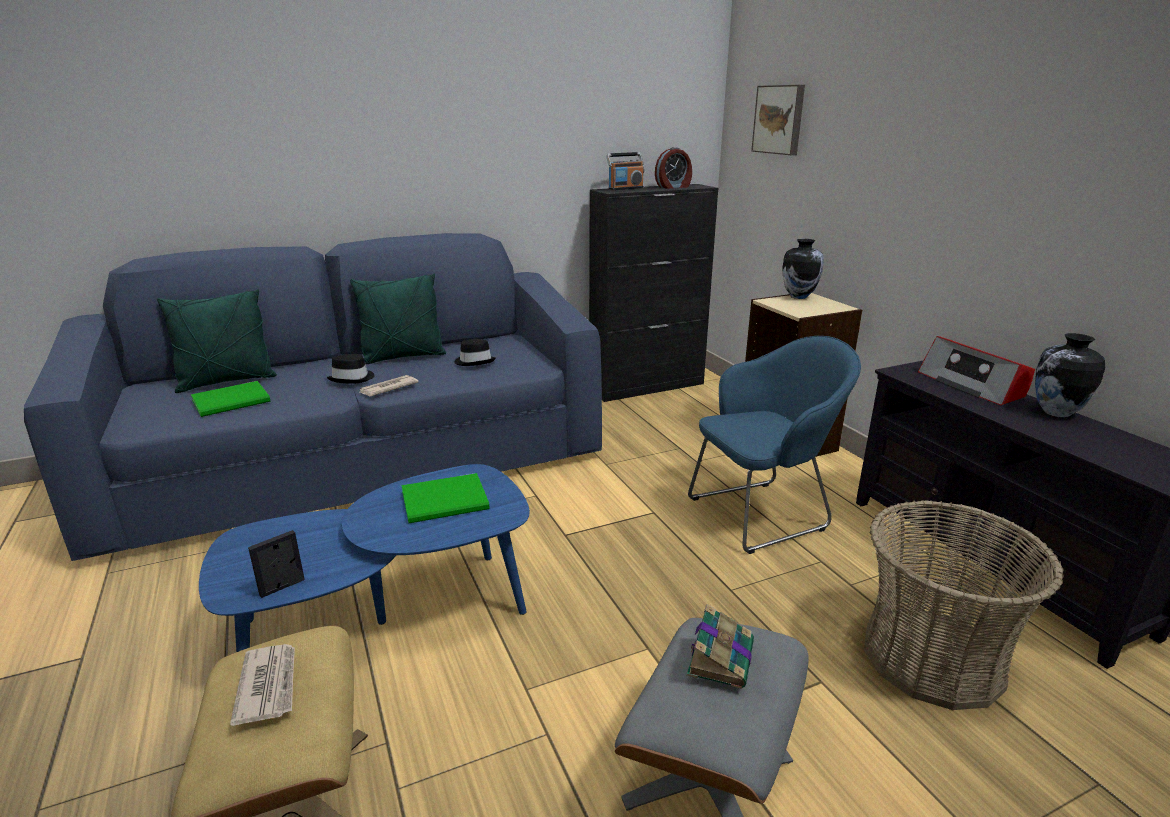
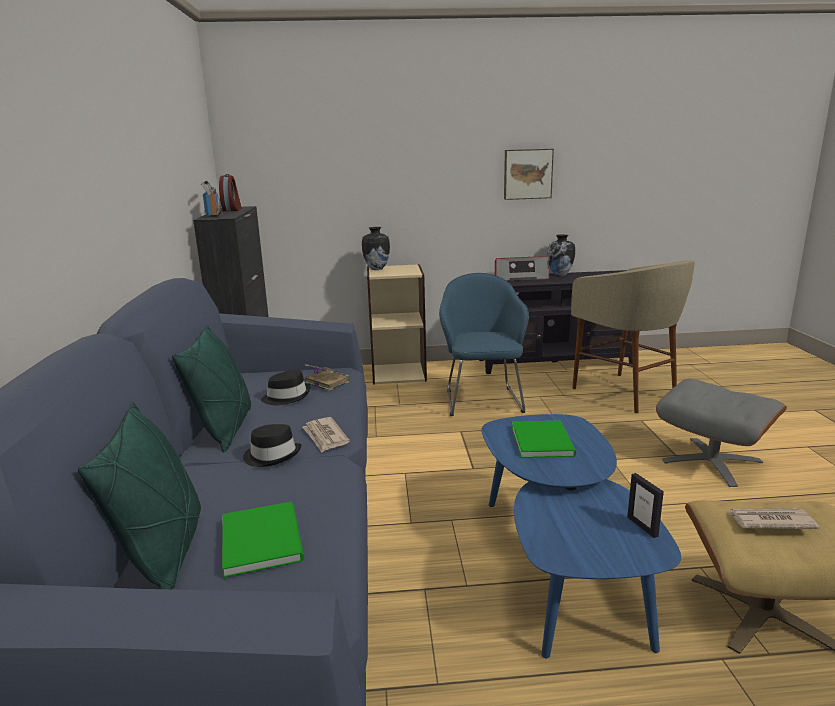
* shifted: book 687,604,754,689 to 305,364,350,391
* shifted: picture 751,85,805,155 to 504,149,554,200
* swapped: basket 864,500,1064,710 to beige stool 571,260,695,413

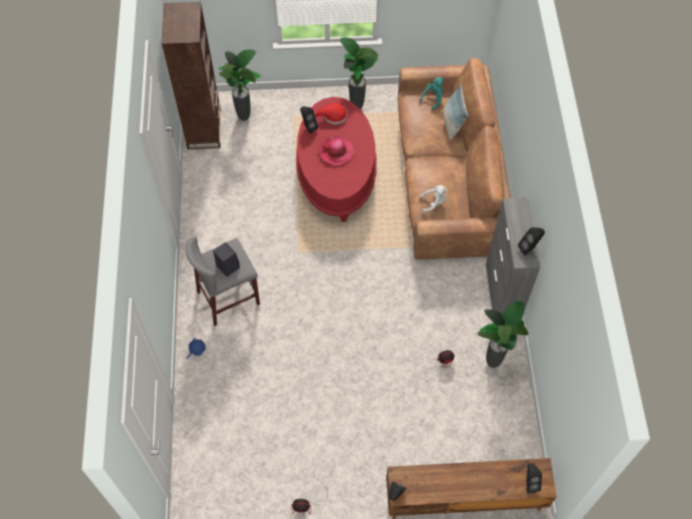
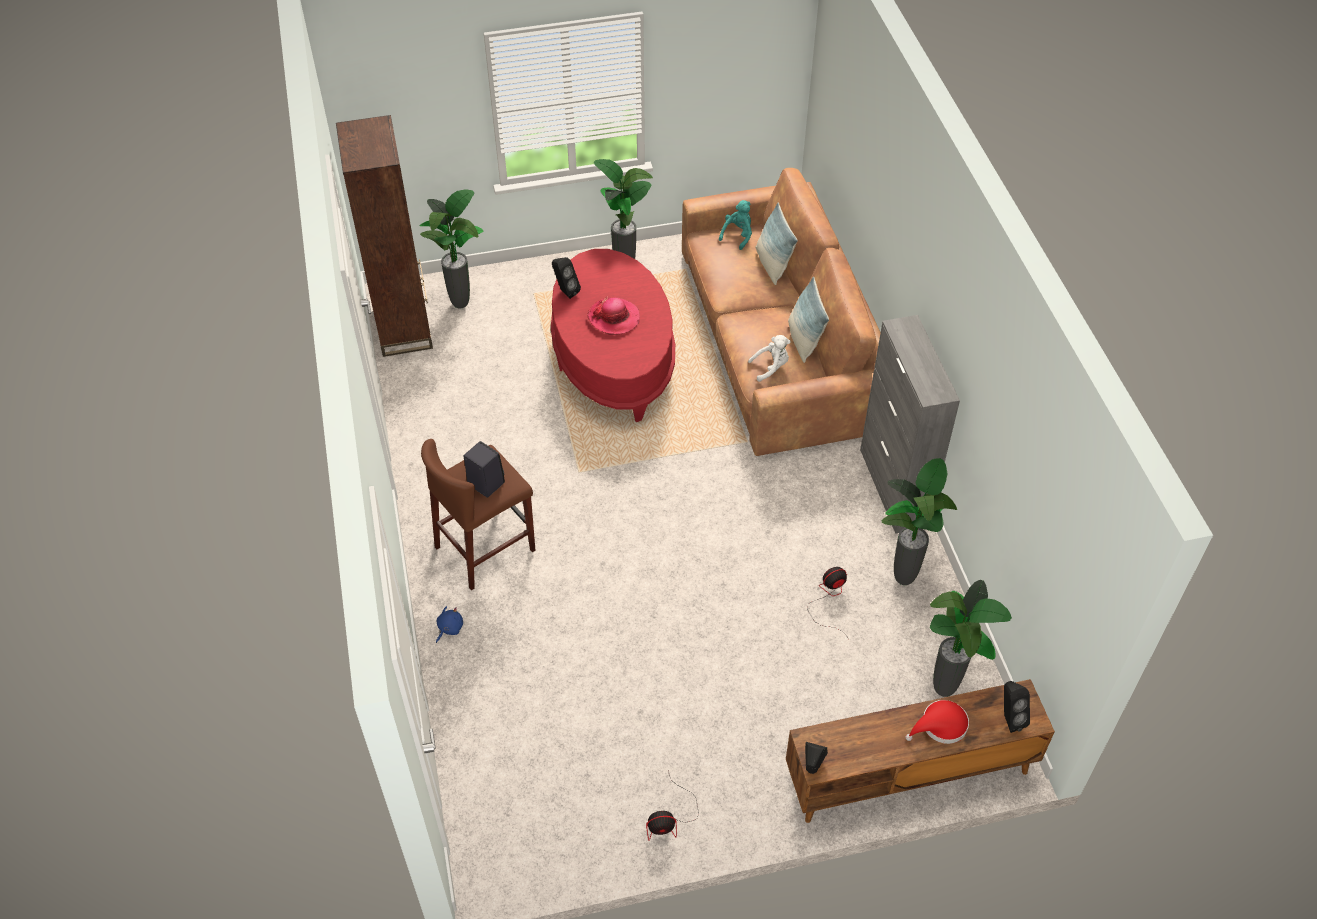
* repainted: grey stool 186,236,260,326 to brown stool 421,439,535,590
* new: pillow 788,277,829,363
* shifted: red hat 315,103,347,125 to 906,700,969,744
* new: potted plant 930,580,1012,697
* gone: black speaker 518,227,545,255

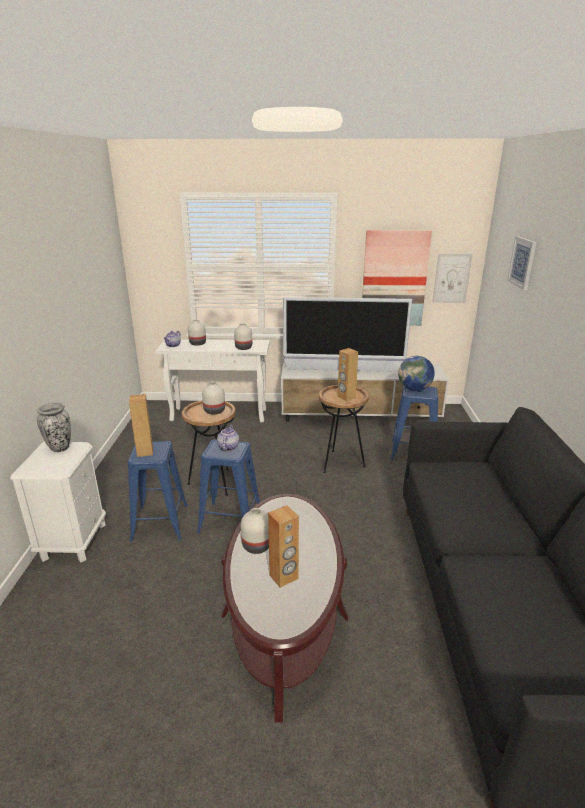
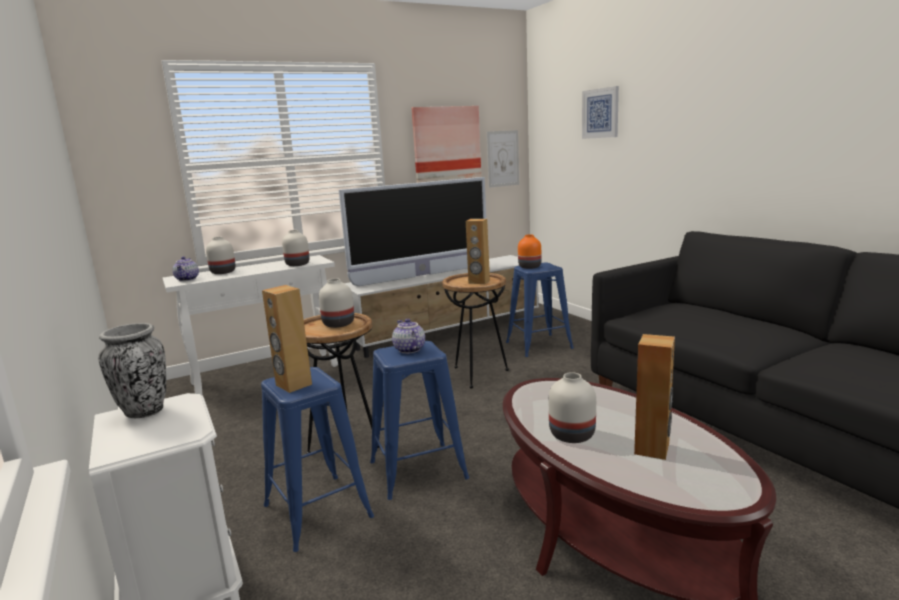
* swapped: globe 398,356,435,391 to orange vase 518,234,541,269

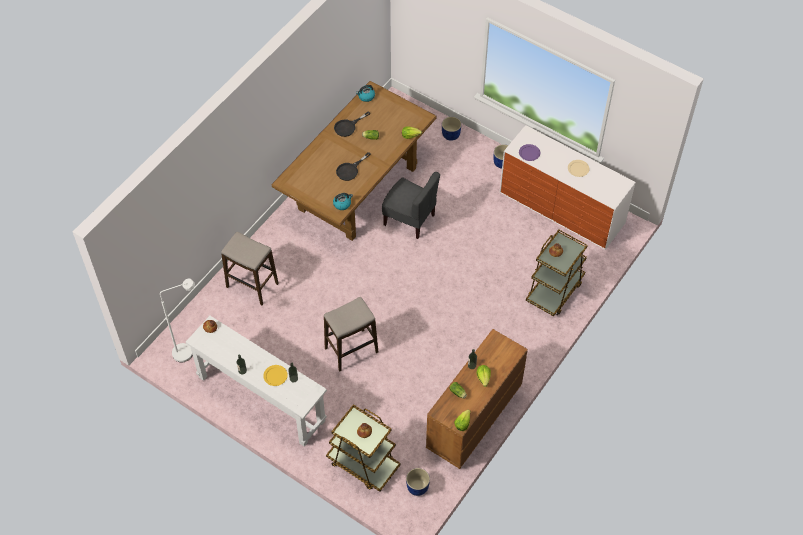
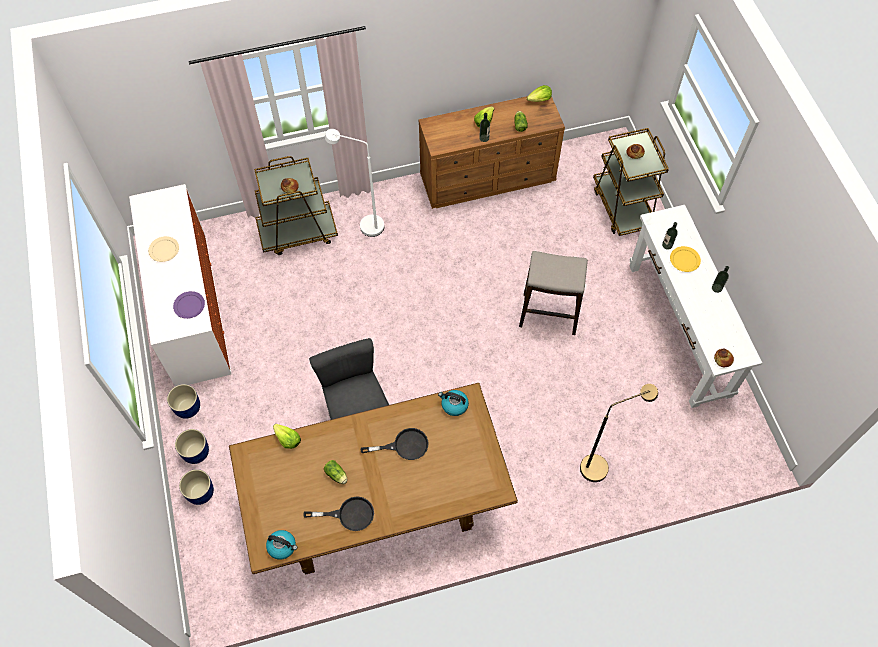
* shifted: blue planter 406,468,430,496 to 175,429,209,464
* shifted: white floor lamp 160,279,195,362 to 325,129,384,237
* swapped: stool 221,232,279,305 to brown floor lamp 580,384,658,482

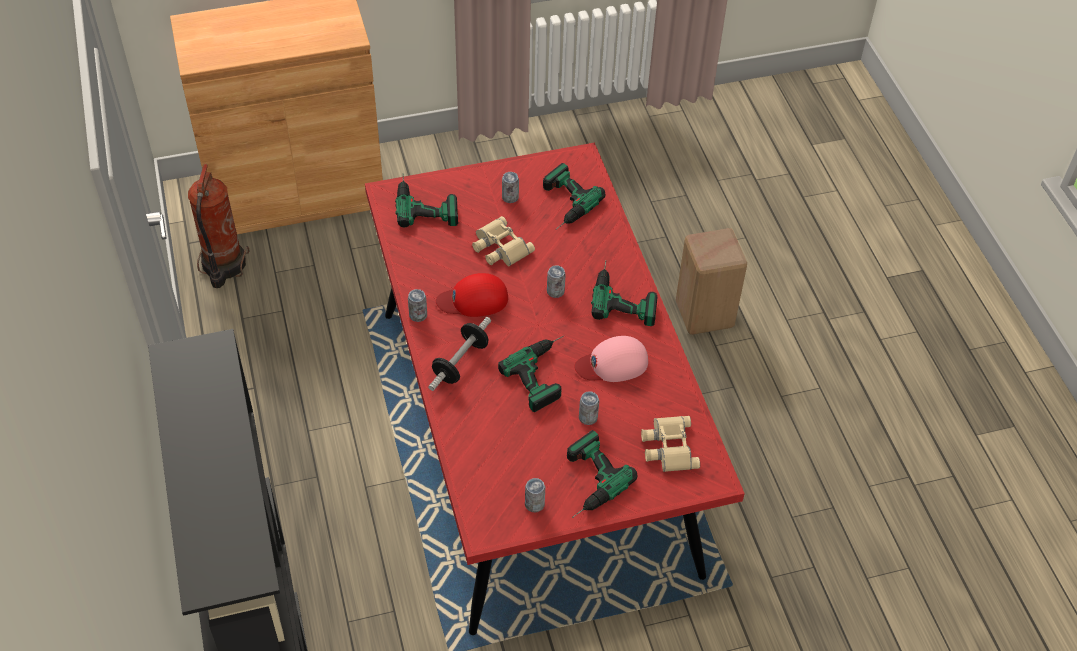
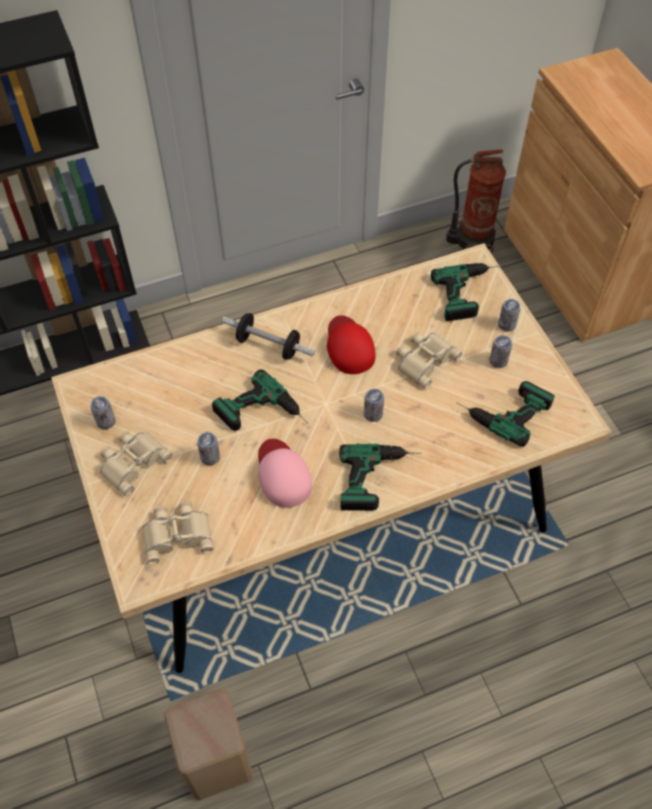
* repainted: red dining table 365,142,745,635 to beige dining table 51,243,612,673
* swapped: power drill 567,430,637,518 to beige binoculars 100,431,172,496
* shifted: beige stool 676,228,747,335 to 164,689,253,800
* shifted: can 408,289,427,322 to 498,299,520,331

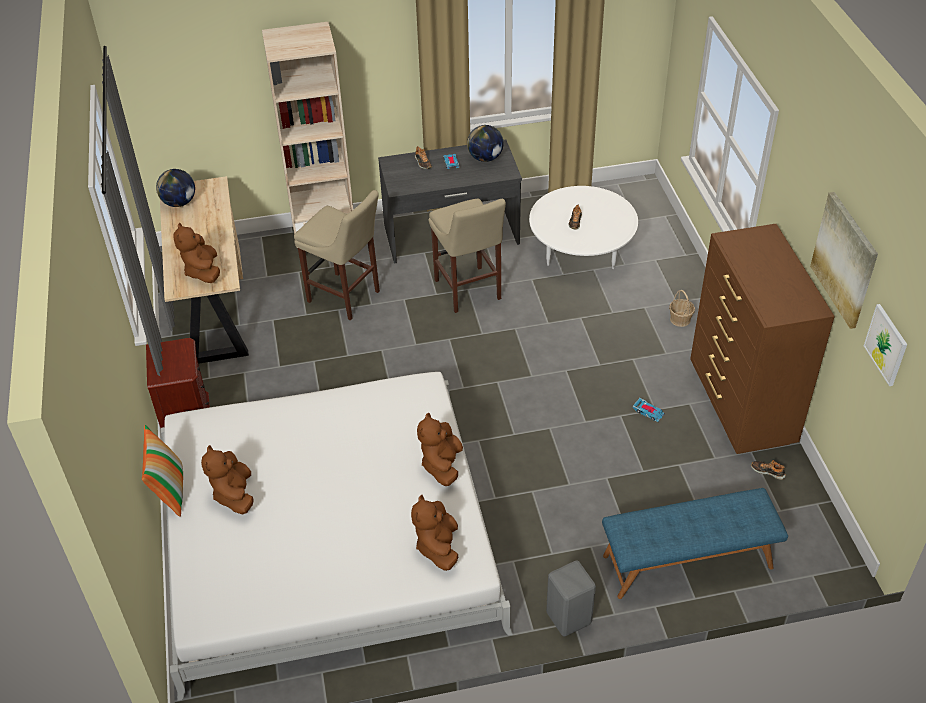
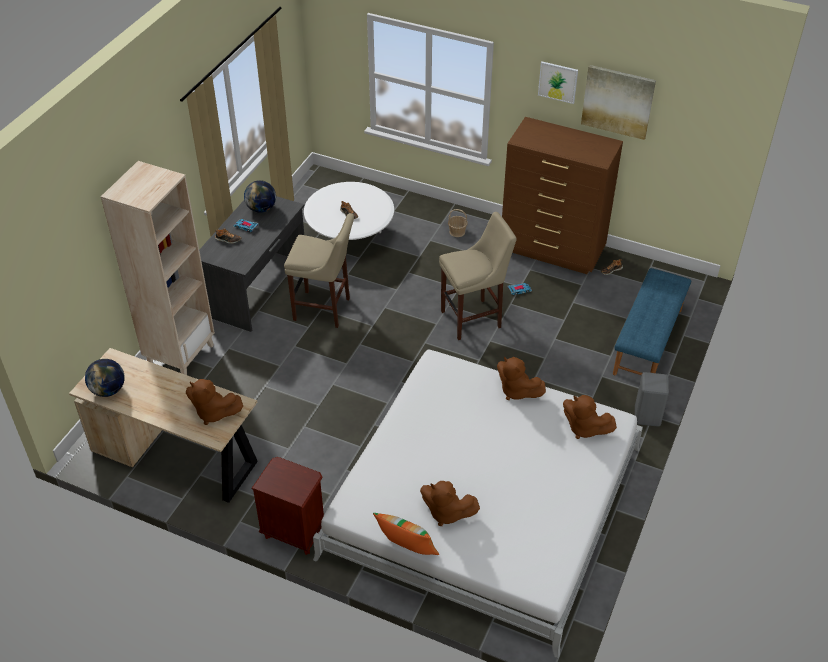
* shifted: beige stool 294,190,380,321 to 439,212,517,340
* shifted: picture 864,304,907,386 to 538,61,578,104

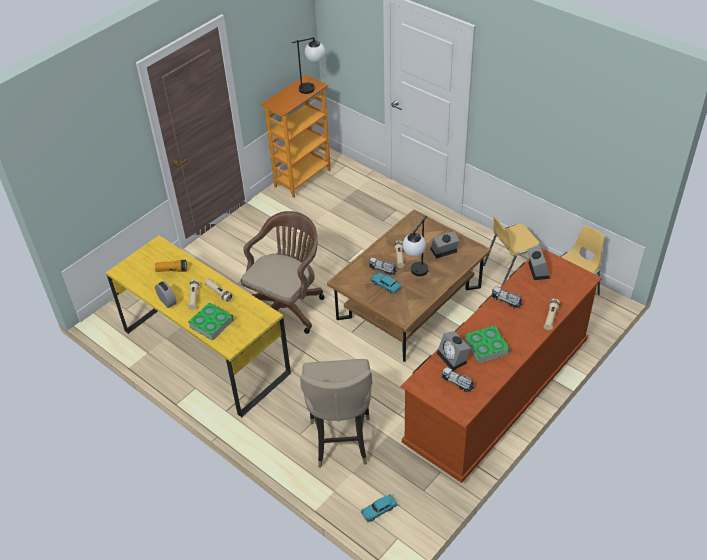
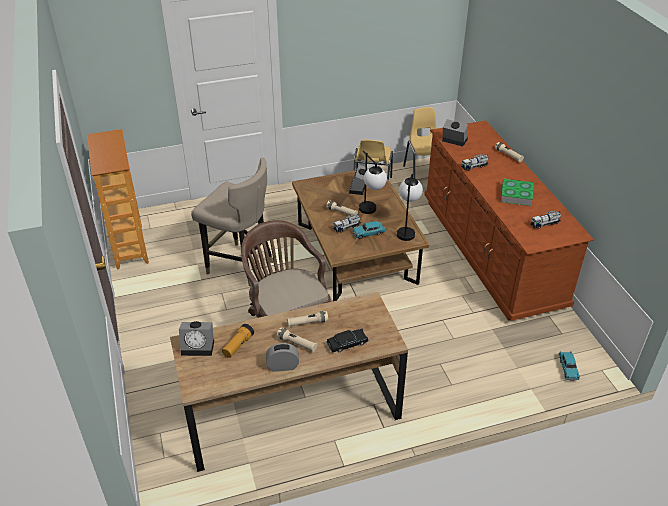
* repainted: yellow desk 106,235,291,417 to brown desk 170,292,408,472
* shifted: alarm clock 437,331,471,371 to 179,321,214,356
* shifted: beige stool 300,359,372,468 to 191,158,273,287
* swapped: book 188,302,234,341 to black toy car 326,329,369,353
* shifted: table lamp 292,37,325,94 to 397,174,423,241

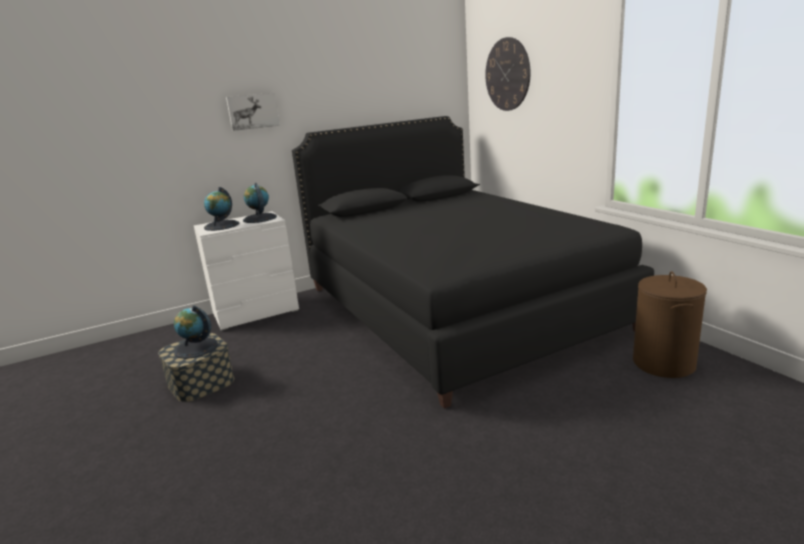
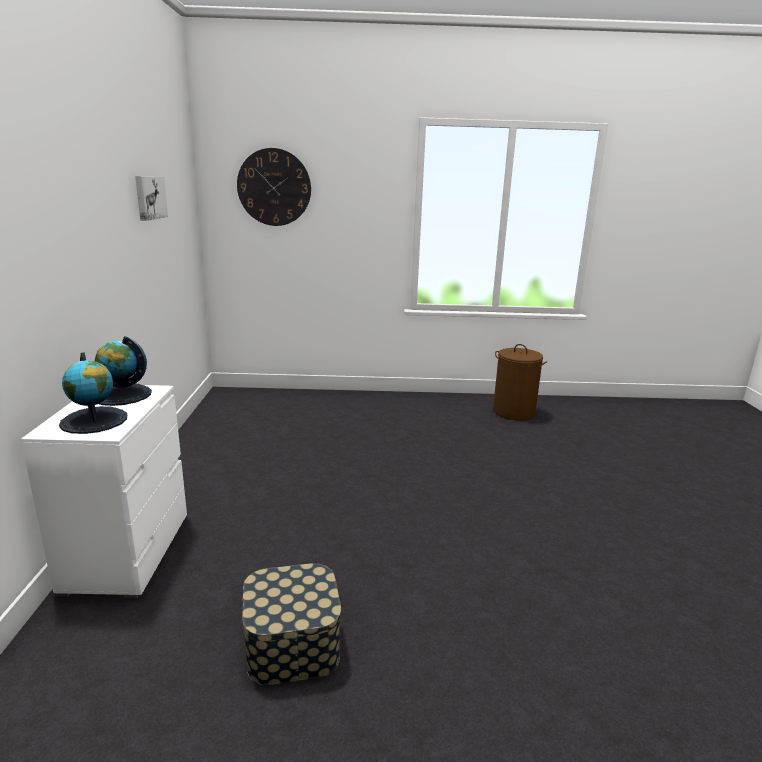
* shifted: picture 226,93,280,131 to 135,176,168,221
* gone: globe 174,305,218,359
* gone: black bed 292,116,654,409

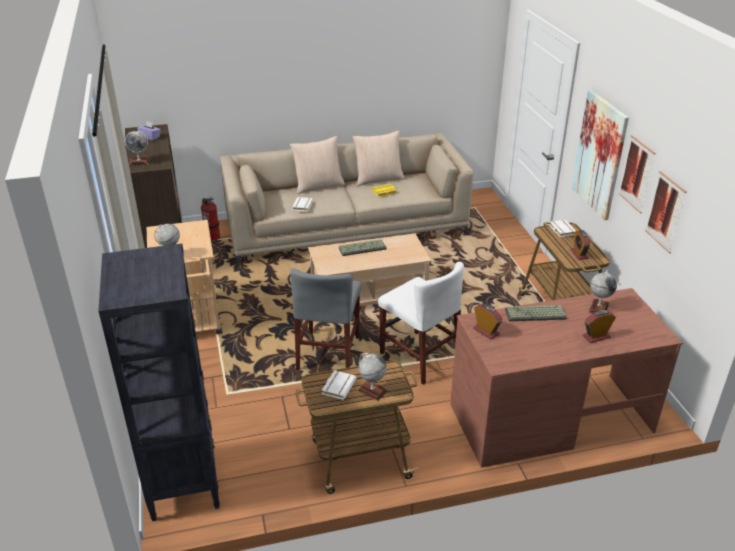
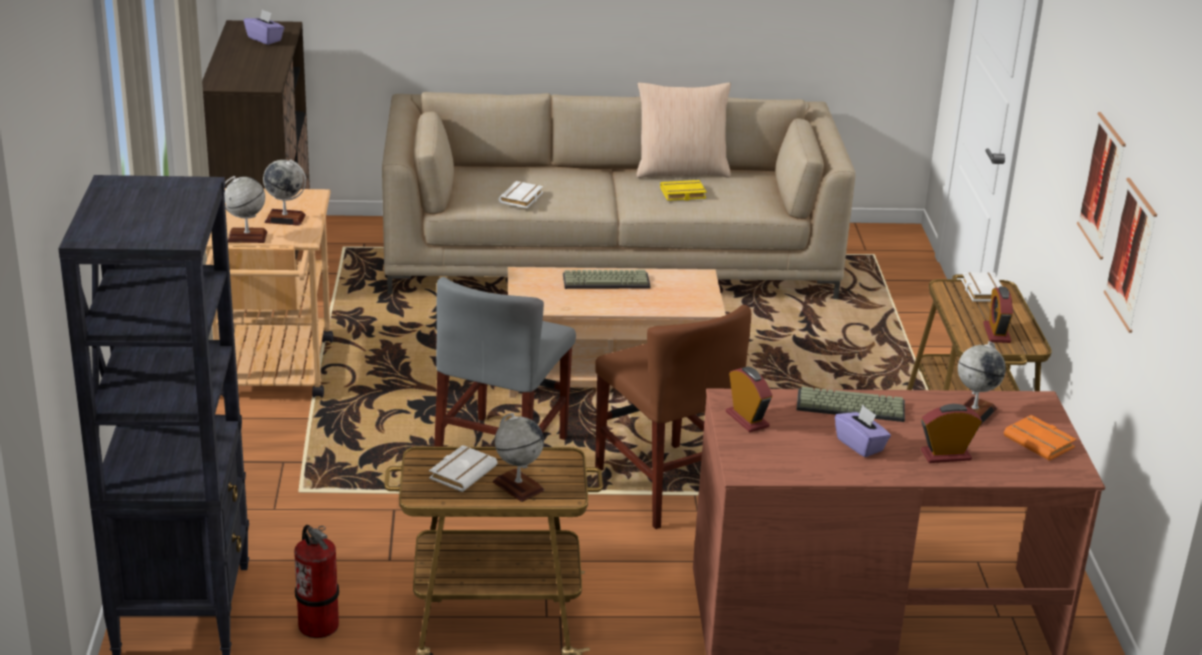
* shifted: globe 125,130,150,166 to 263,159,306,226
* shifted: fire extinguisher 201,197,220,241 to 294,525,339,638
* repainted: white chair 378,262,464,385 to brown chair 595,305,751,529
* new: purple tissue box 835,405,891,457
* new: orange book 1004,415,1076,461
* gone: beige pillow 290,136,345,194
* gone: picture 572,90,629,220

